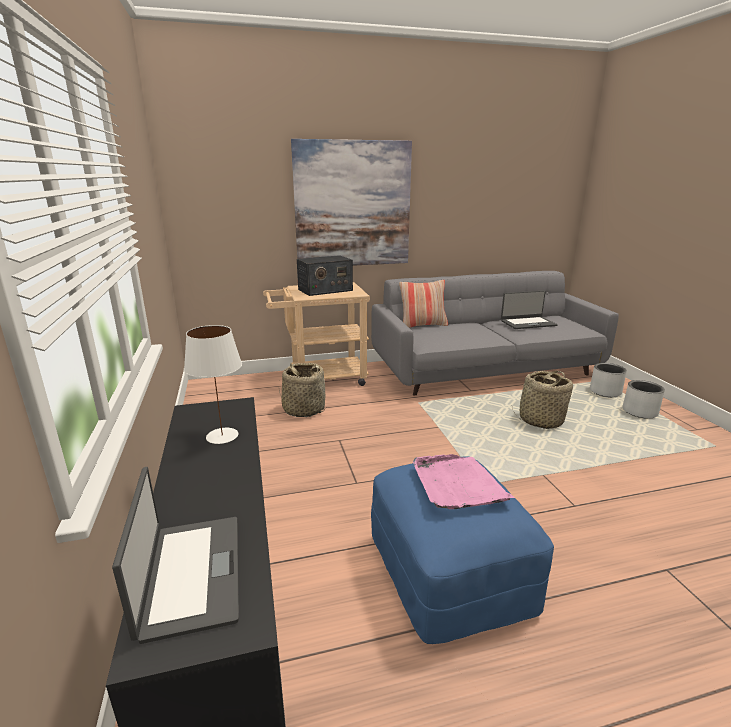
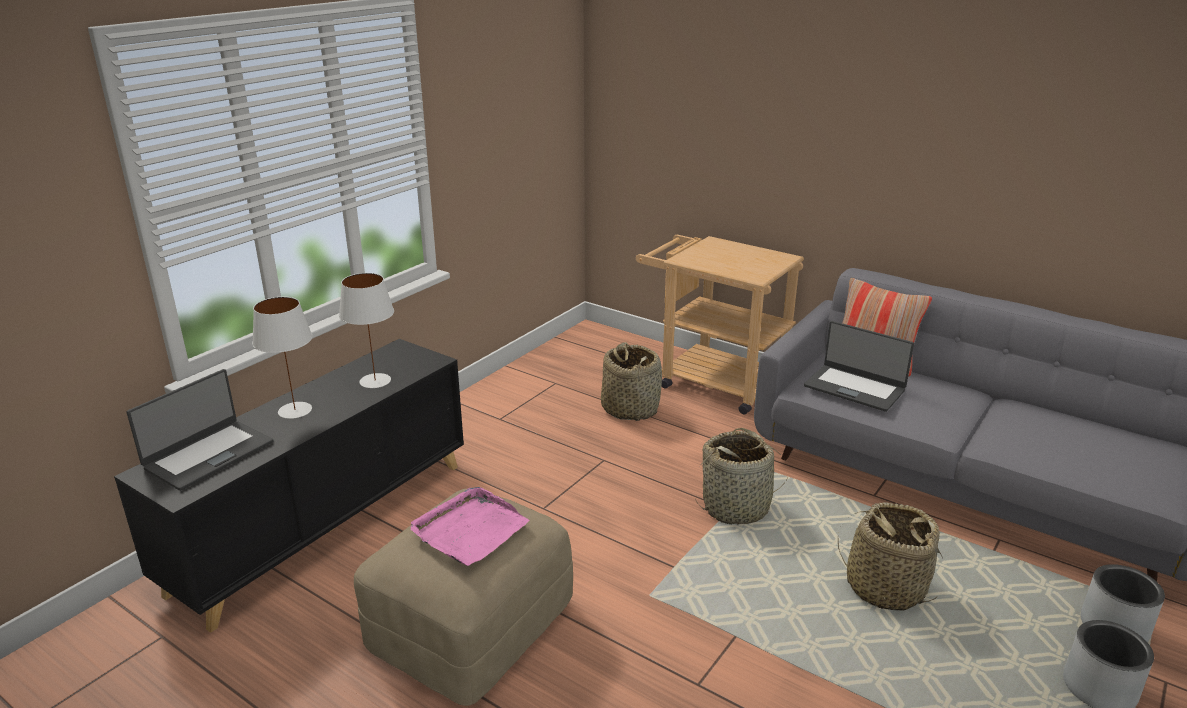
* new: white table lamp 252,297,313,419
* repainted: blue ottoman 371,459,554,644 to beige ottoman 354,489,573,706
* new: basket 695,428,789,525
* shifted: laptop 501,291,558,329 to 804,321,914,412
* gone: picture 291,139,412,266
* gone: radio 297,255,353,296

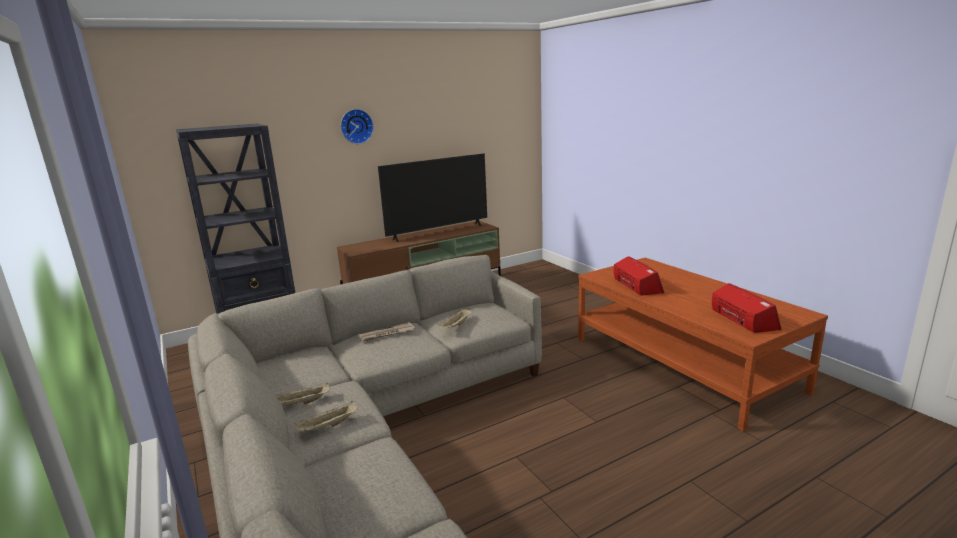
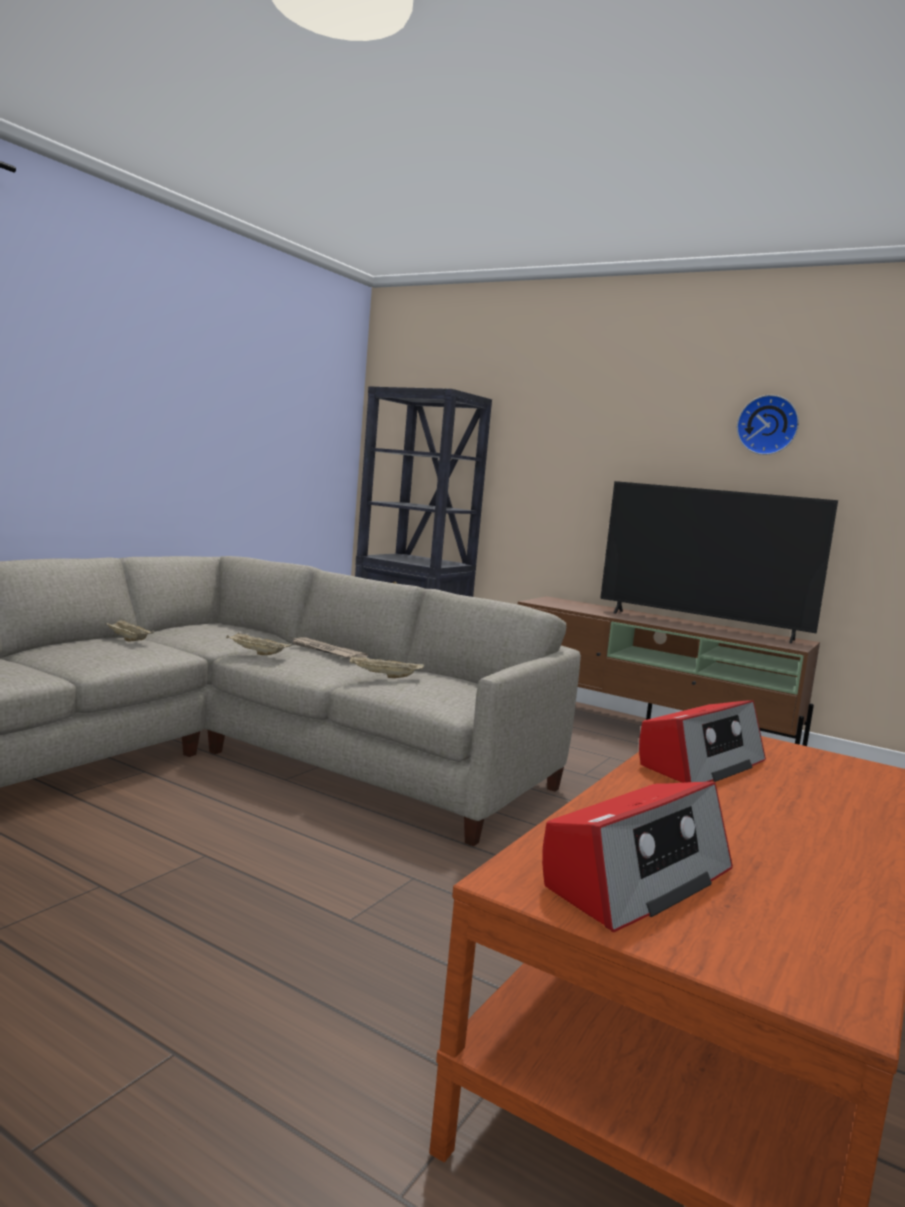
* shifted: beige tray 294,401,358,433 to 226,632,292,655
* shifted: wall clock 340,109,374,144 to 737,395,799,455

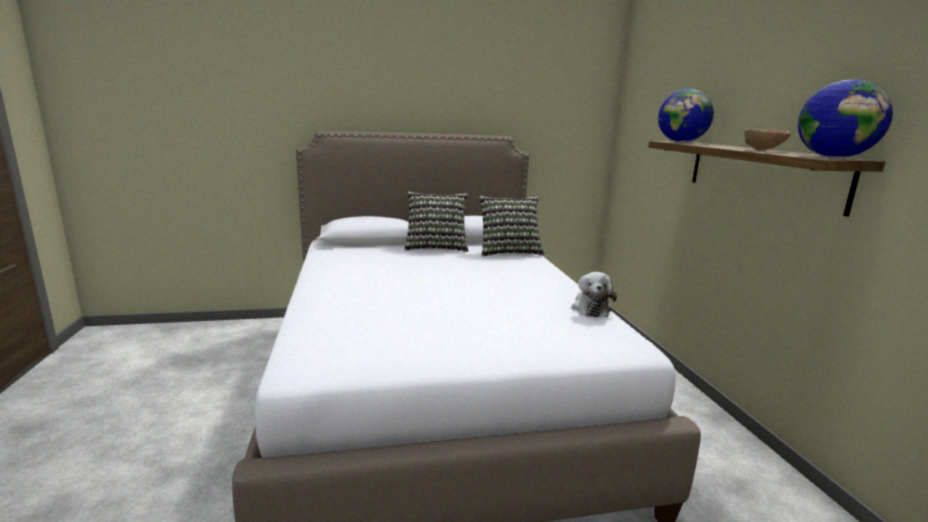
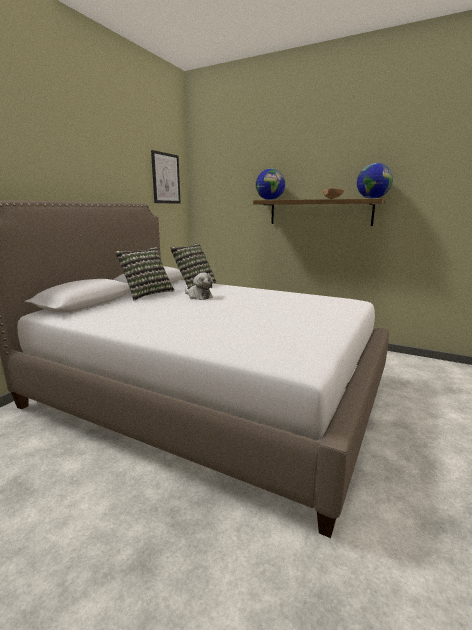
* new: picture 151,150,181,204
* shifted: plush toy 571,272,617,317 to 185,273,213,300

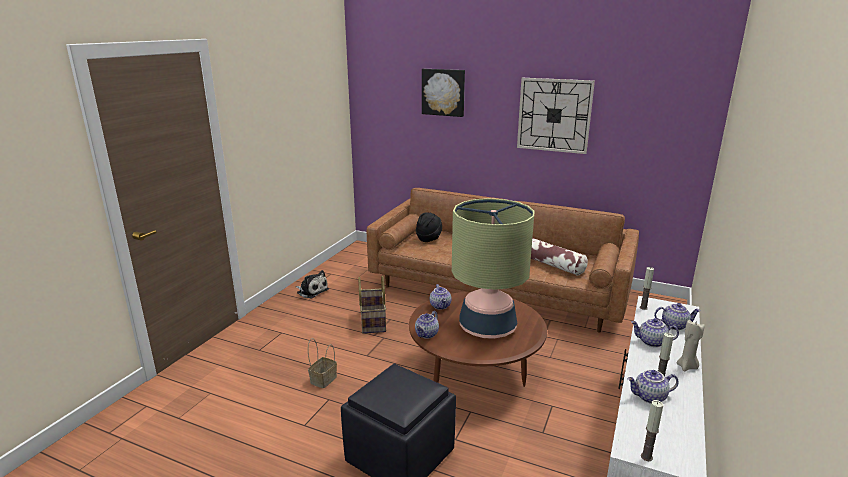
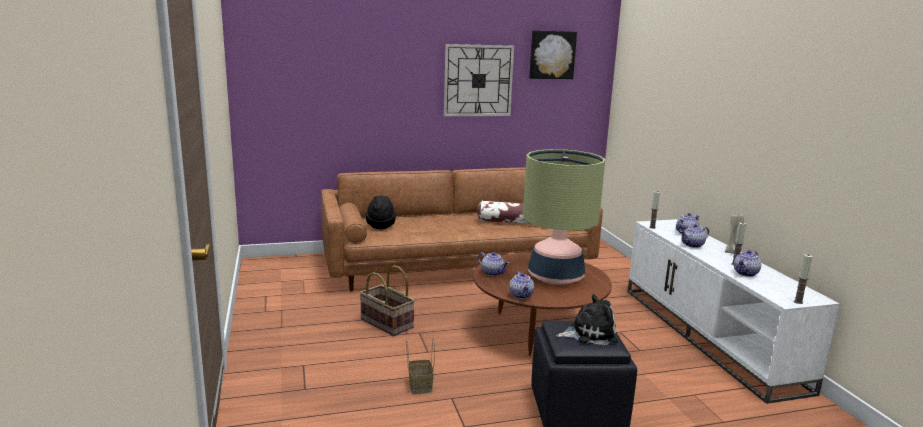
* shifted: picture 422,69,465,117 to 529,30,577,79
* shifted: plush toy 296,270,329,299 to 556,294,618,345

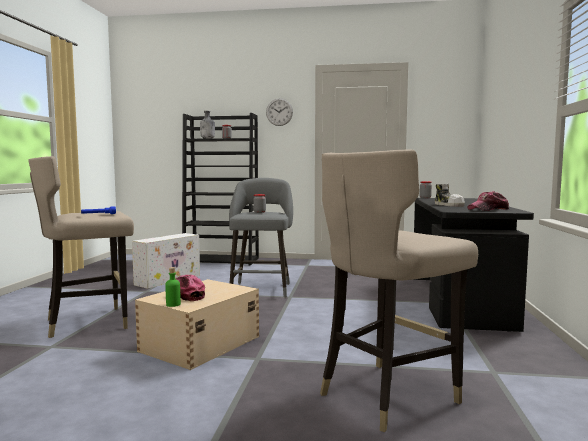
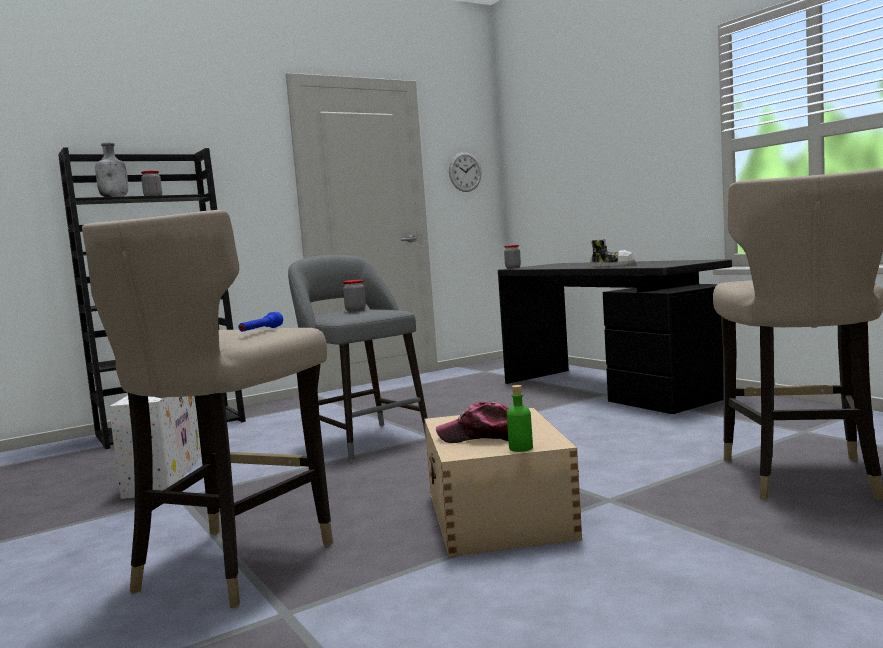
* shifted: wall clock 266,98,293,126 to 449,152,481,192
* gone: cap 467,191,509,211

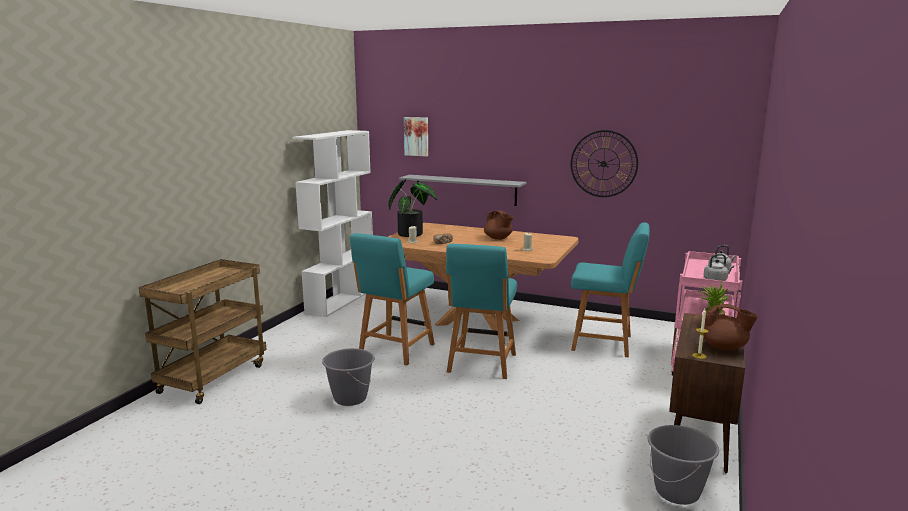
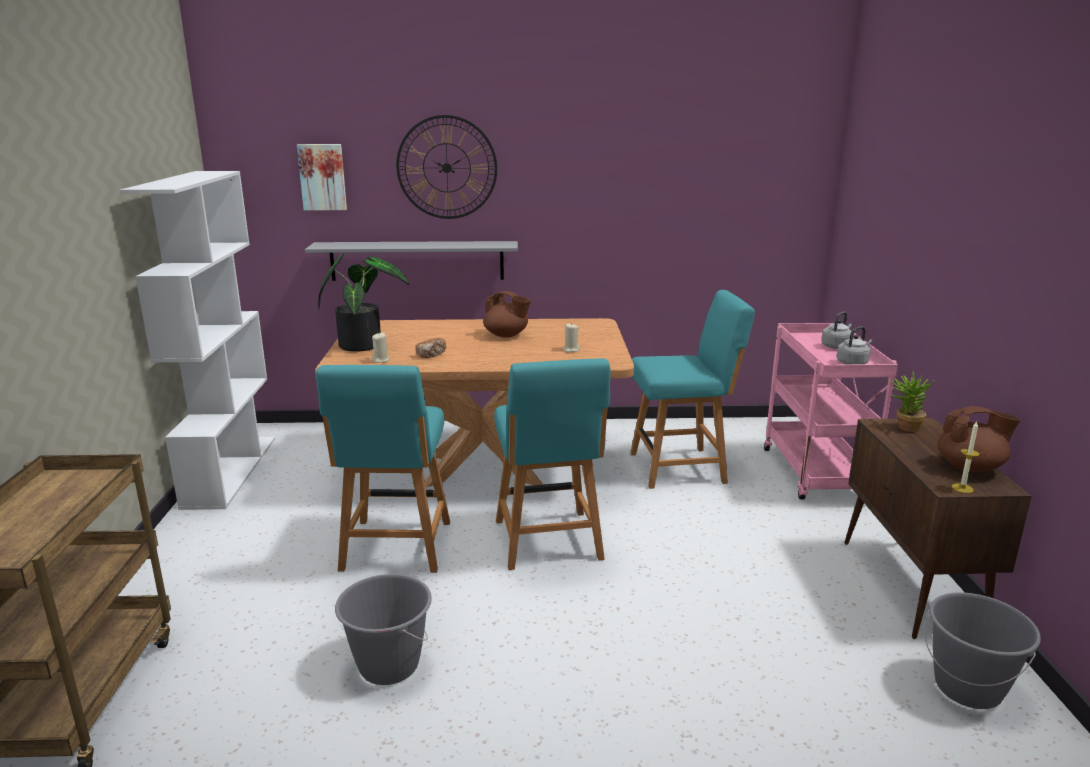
* shifted: wall clock 571,130,638,197 to 396,115,497,219

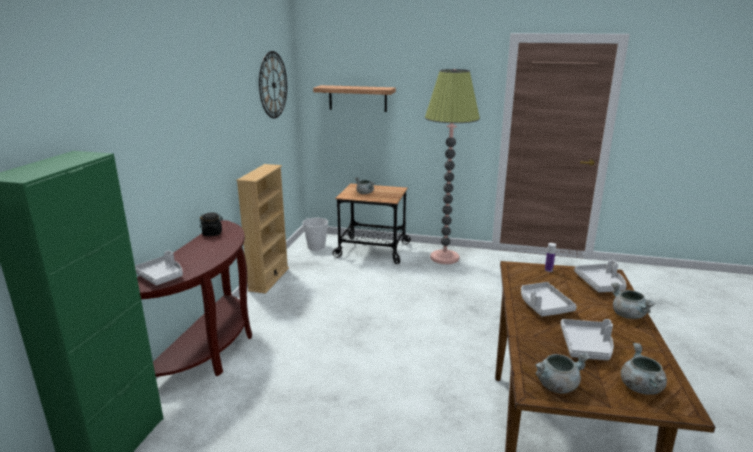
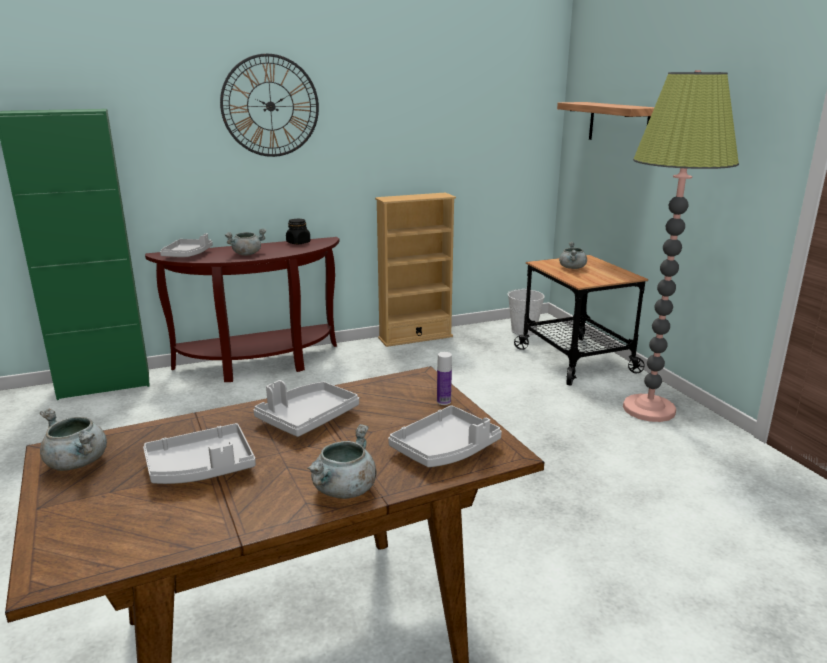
* shifted: wall clock 259,51,287,118 to 220,54,319,157
* shifted: grey cooking pot 621,343,667,395 to 225,229,267,256

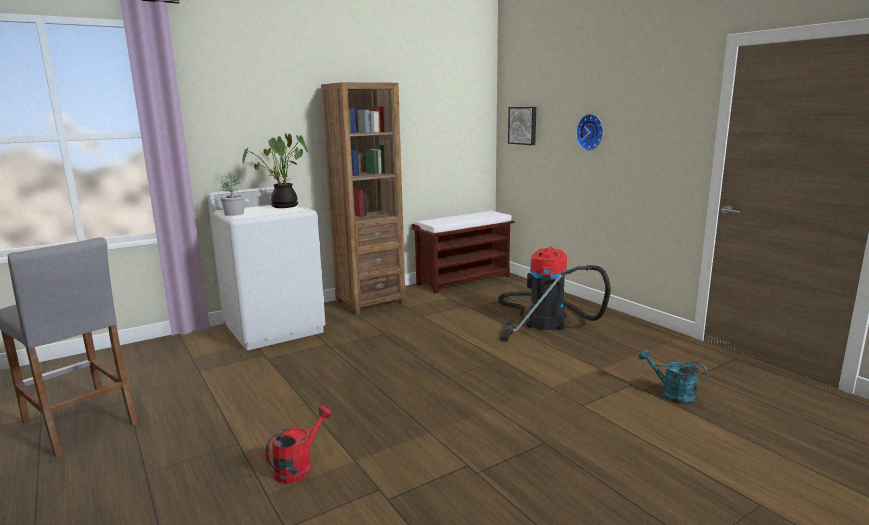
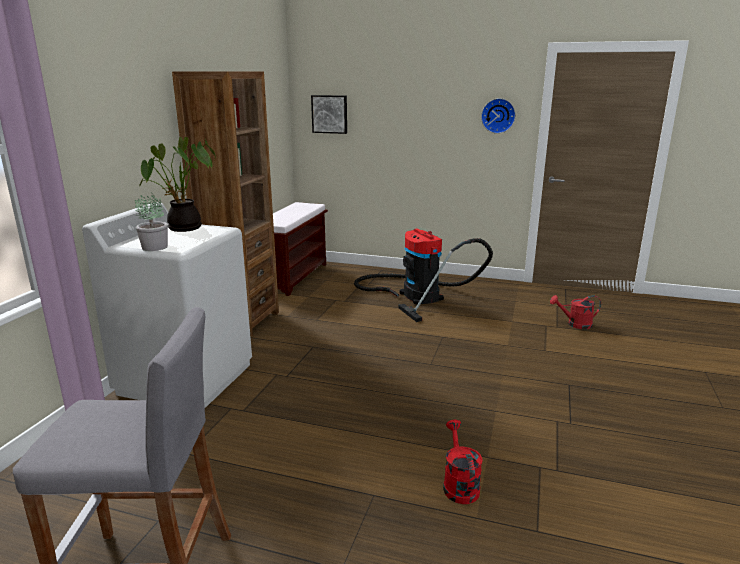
* shifted: wall clock 576,114,604,151 to 481,98,516,134
* repainted: turquoise watering can 638,349,708,405 to red watering can 550,295,601,329

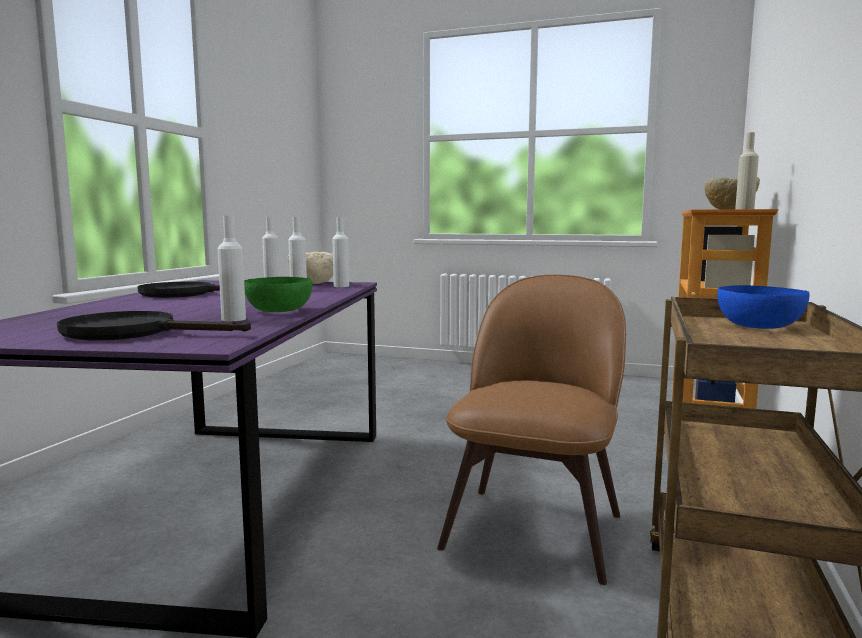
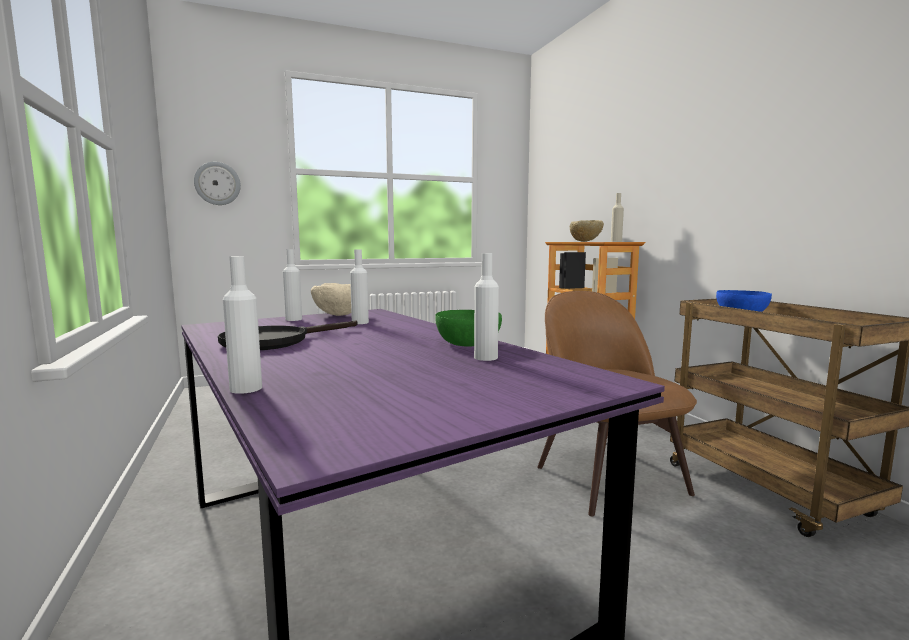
* new: wall clock 194,162,241,205
* shifted: white bottle 332,217,349,287 to 223,256,262,394
* gone: black frying pan 57,311,251,340

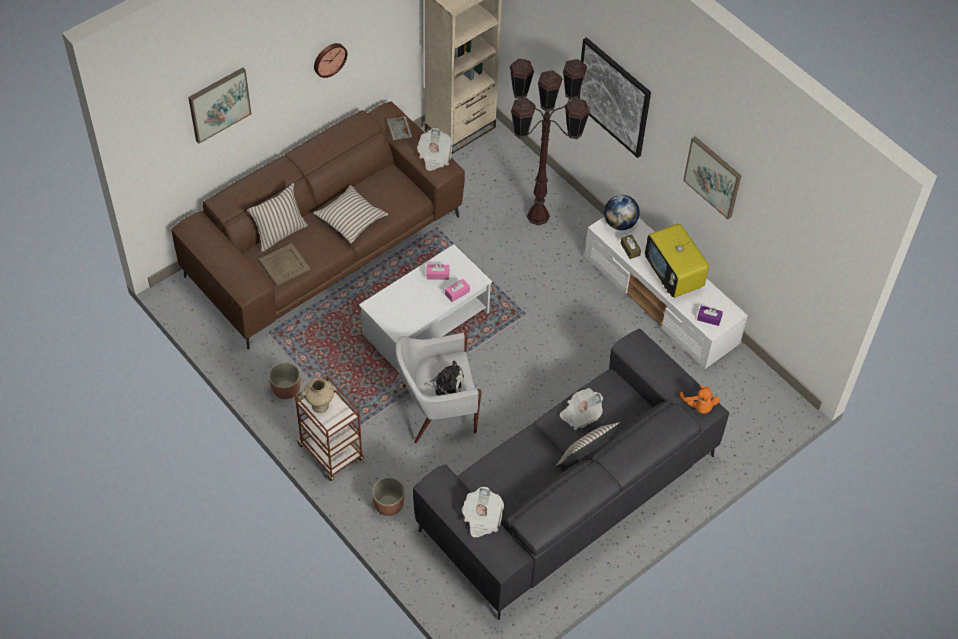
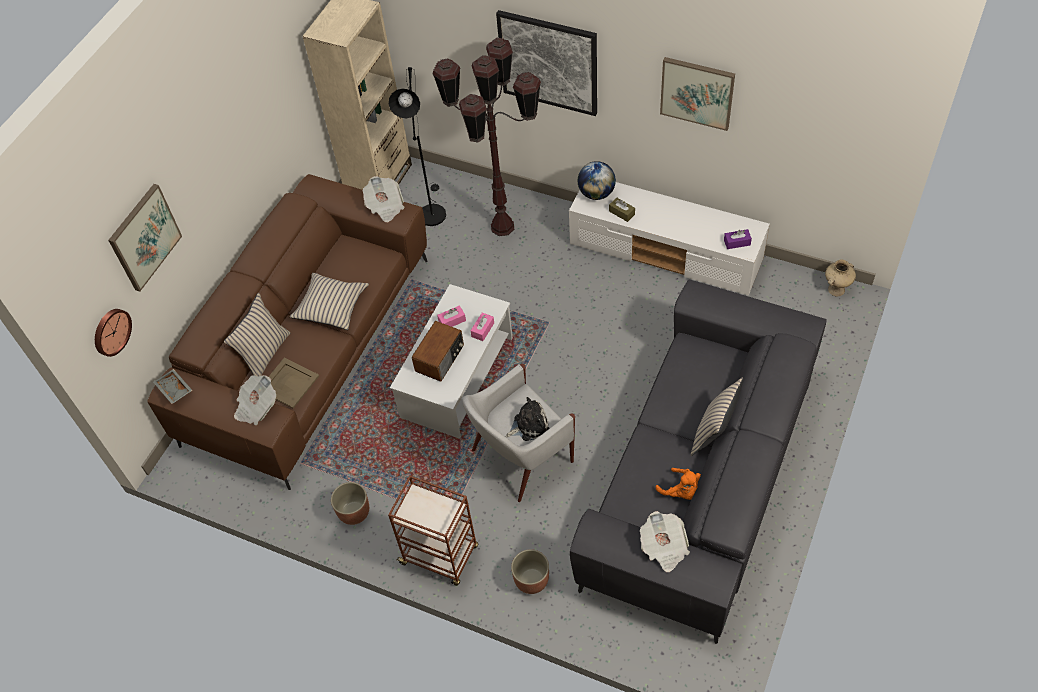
* shifted: wall clock 314,43,347,78 to 95,309,132,357
* shifted: grey tray 387,116,412,140 to 153,369,193,404
* shifted: newspaper 560,388,603,430 to 234,375,276,425
* new: black floor lamp 389,67,446,226
* new: radio 412,321,464,382
* shifted: orange plush toy 680,385,720,414 to 656,468,701,500
* shifted: beige vase 301,378,337,413 to 825,260,856,296
* gone: television 645,223,709,298

